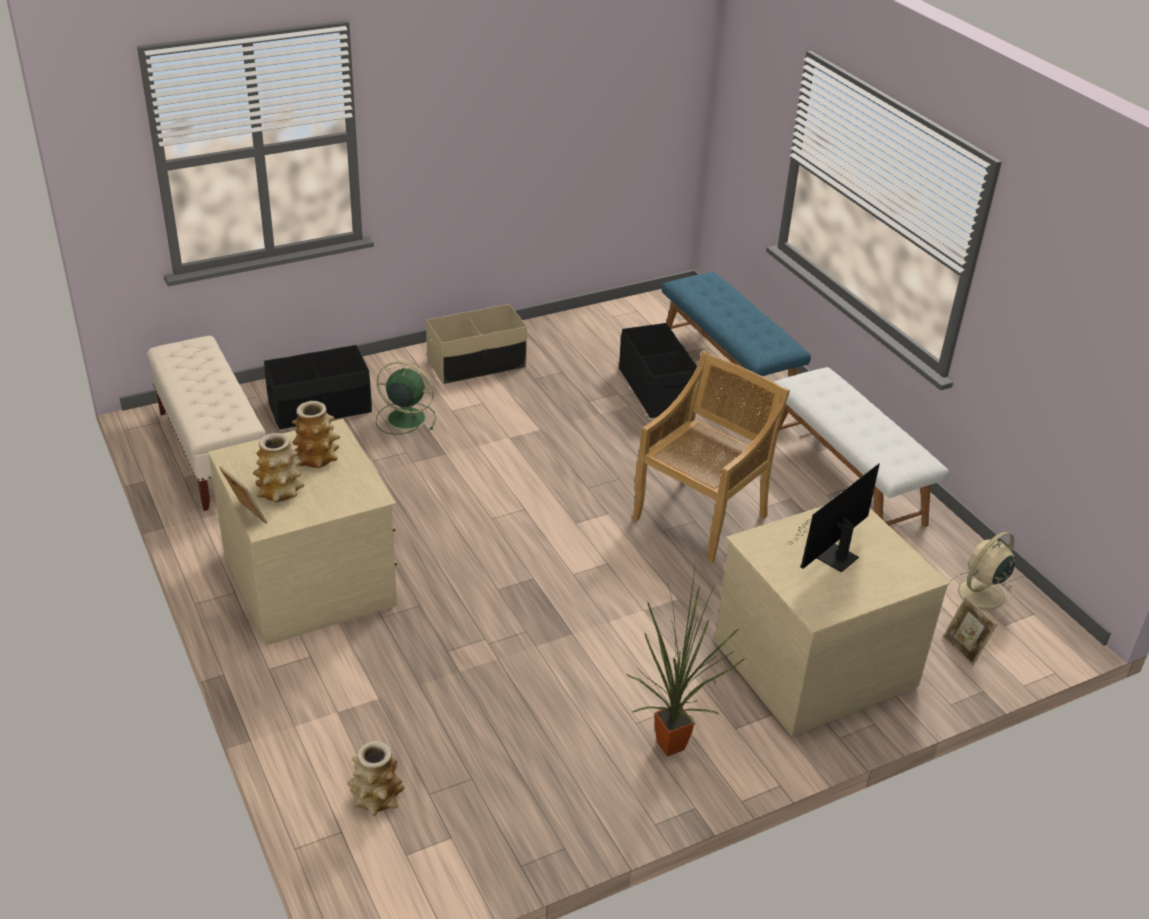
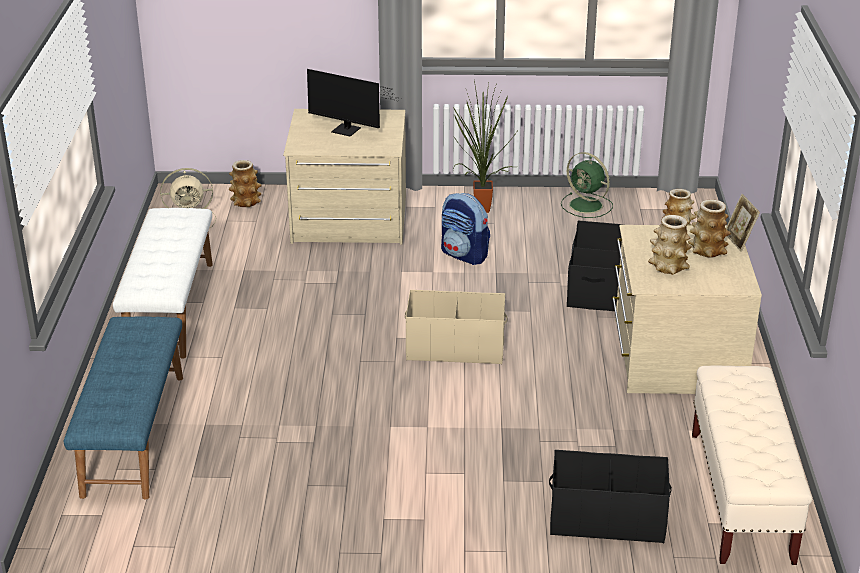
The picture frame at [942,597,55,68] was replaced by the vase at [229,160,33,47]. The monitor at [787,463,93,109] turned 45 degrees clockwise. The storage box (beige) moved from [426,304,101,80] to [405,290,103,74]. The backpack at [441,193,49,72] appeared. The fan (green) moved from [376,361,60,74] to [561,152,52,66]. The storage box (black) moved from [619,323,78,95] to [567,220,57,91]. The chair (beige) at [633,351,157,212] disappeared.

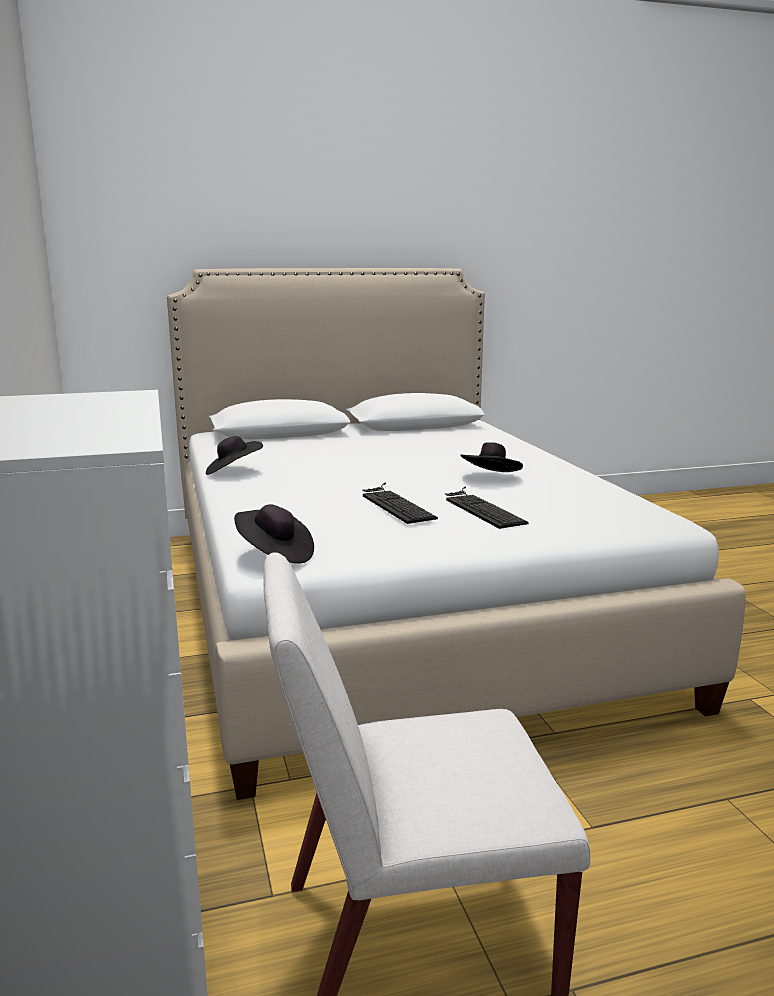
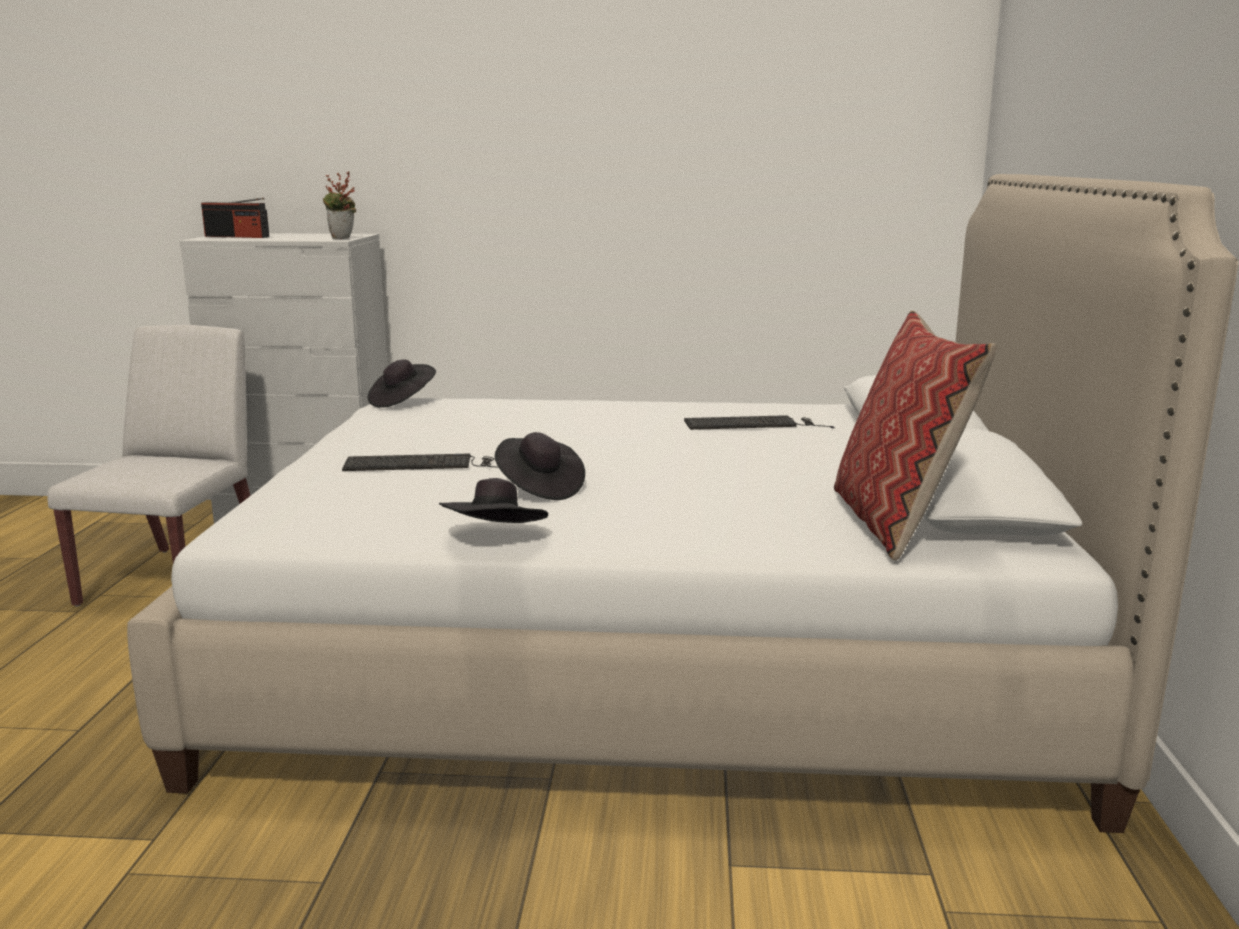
The radio at [201,198,68,40] appeared. The potted plant at [323,171,33,68] appeared. The hat (black) moved from [206,436,57,39] to [439,478,109,45]. The keyboard moved from [363,482,75,42] to [684,415,151,15]. The pillow at [834,311,163,250] appeared.

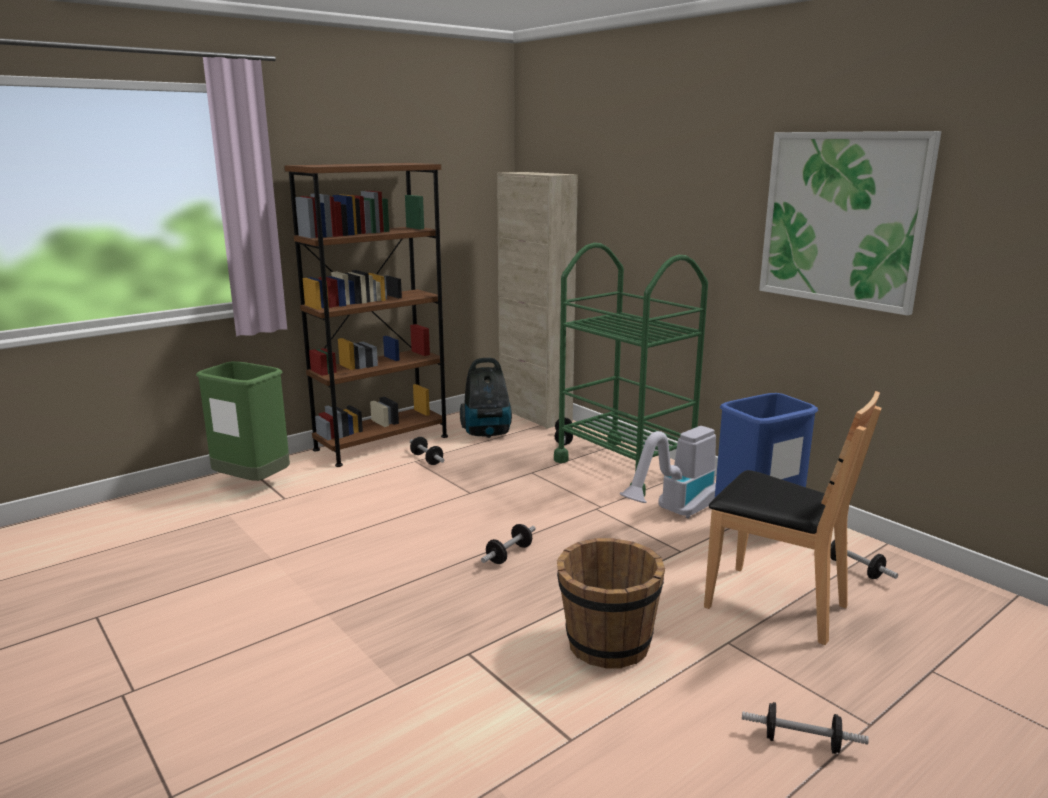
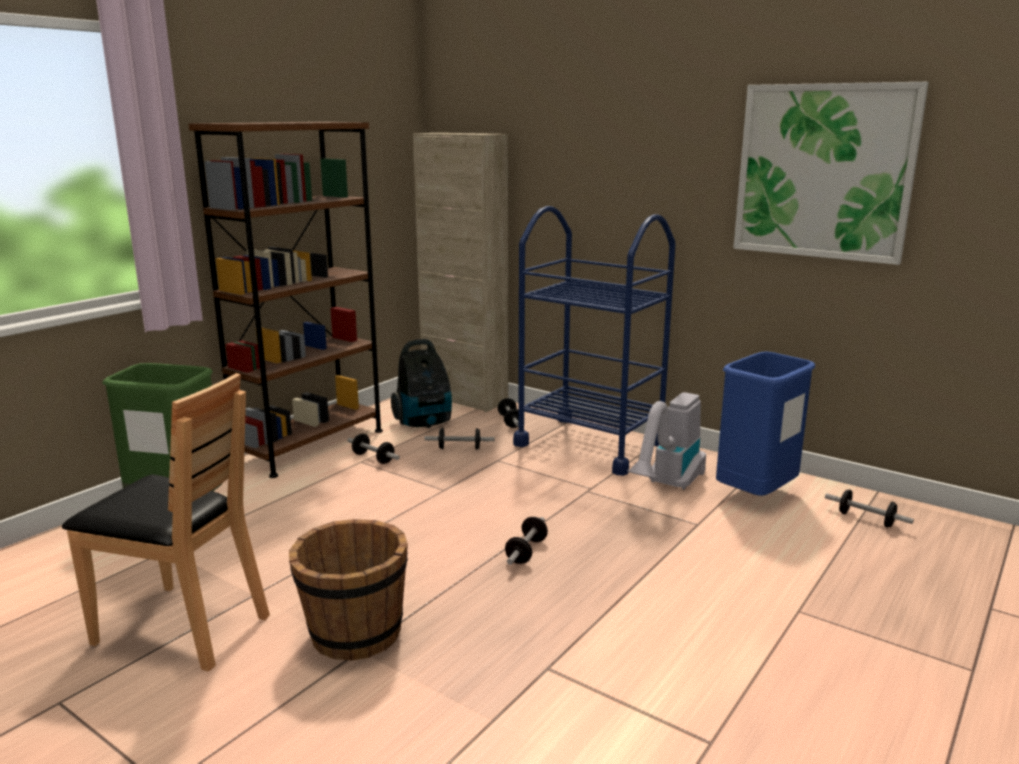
The chair (brown) moved from [704,391,178,254] to [62,373,208,299]. The bucket (brown) moved from [557,538,108,130] to [289,519,119,142]. The dumbbell moved from [742,702,127,52] to [425,428,70,22]. The cart (green) at [554,243,154,253] became the cart (blue) at [513,206,163,270].

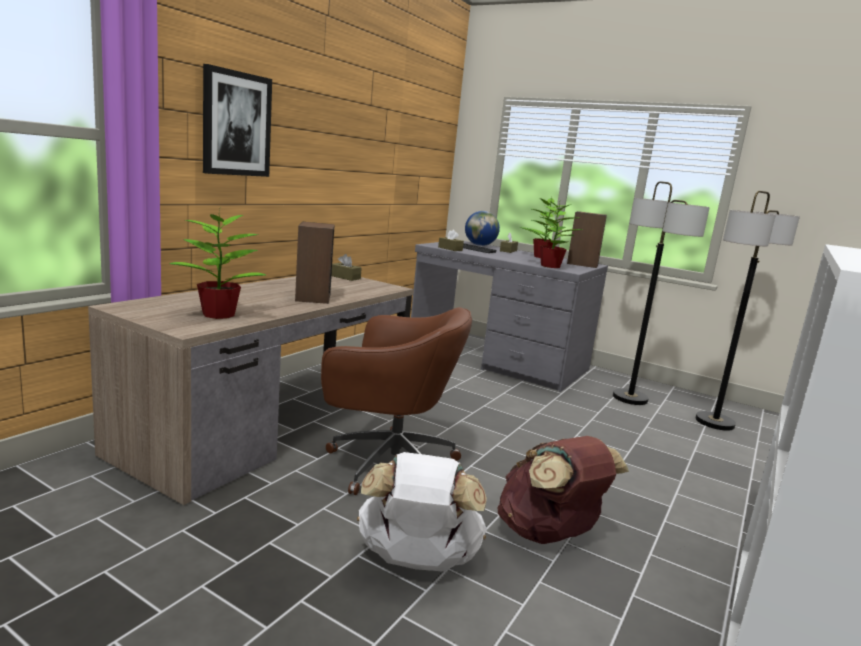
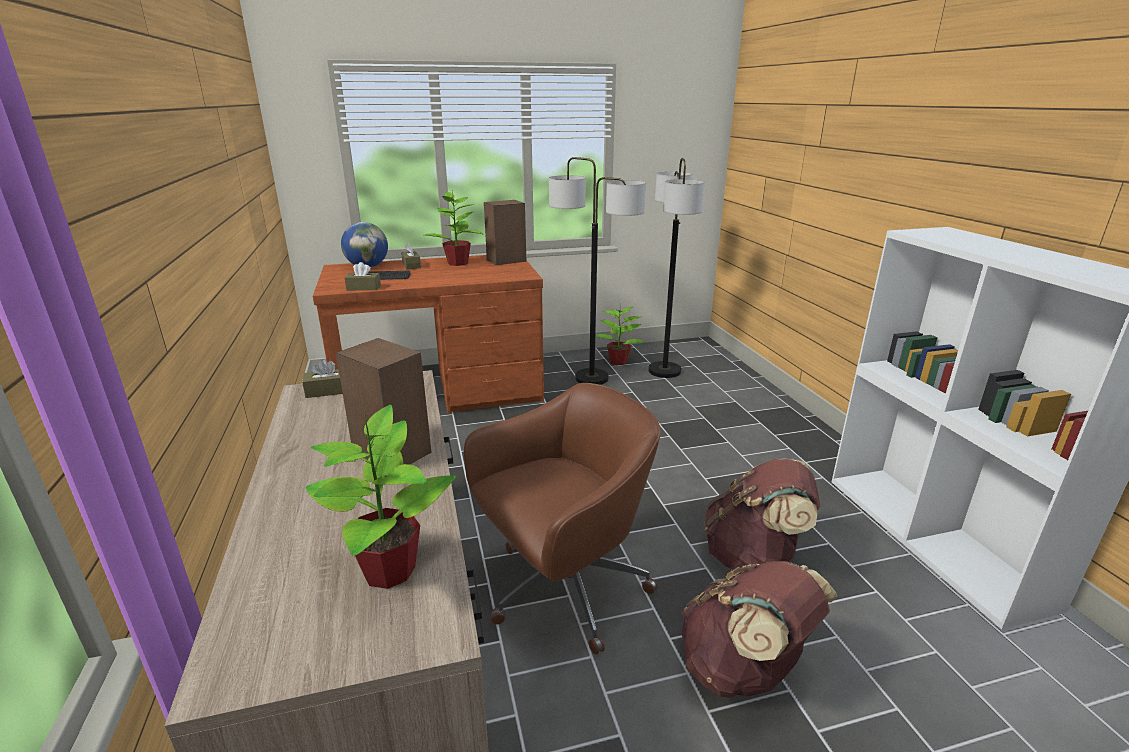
The desk (grey) at [411,241,197,151] became the desk (brown) at [313,255,231,159]. The potted plant moved from [526,199,56,69] to [595,307,50,58]. The backpack (white) at [357,452,130,120] became the backpack (brown) at [681,561,156,137]. The picture at [203,64,69,113] disappeared.

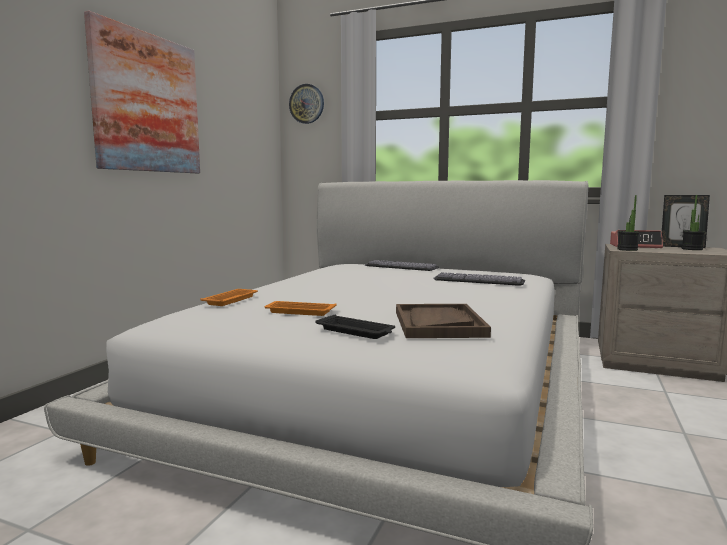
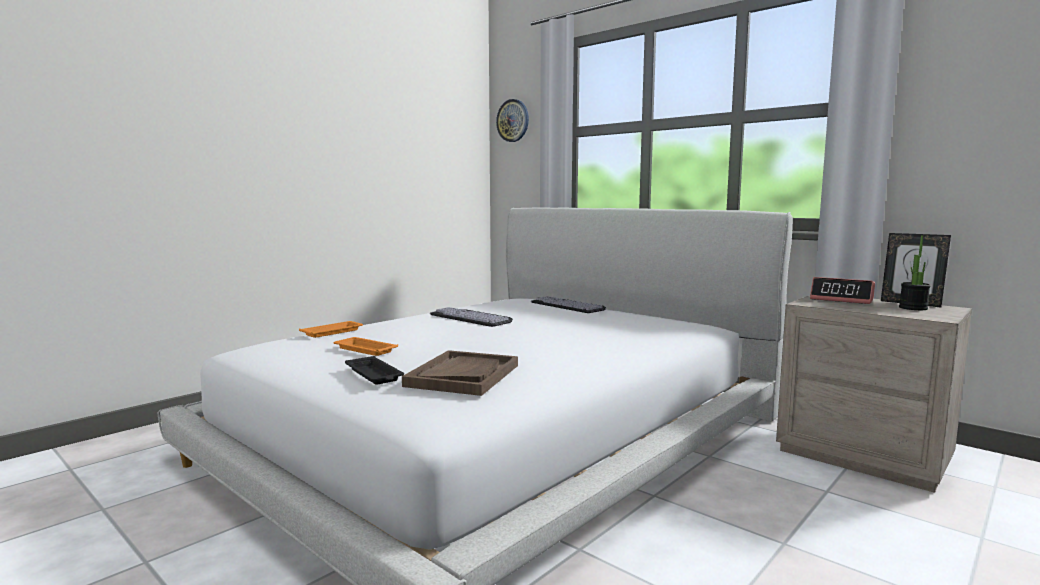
The keyboard moved from [433,272,92,14] to [430,307,83,20]. The picture at [84,11,116,162] disappeared. The potted plant at [617,195,22,56] disappeared.

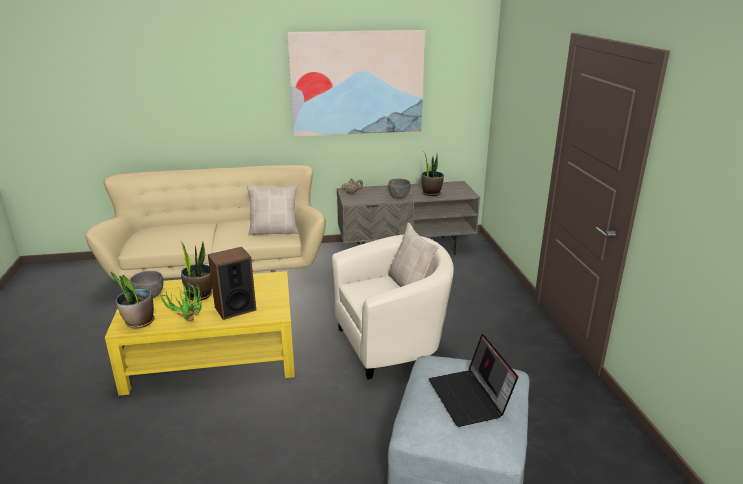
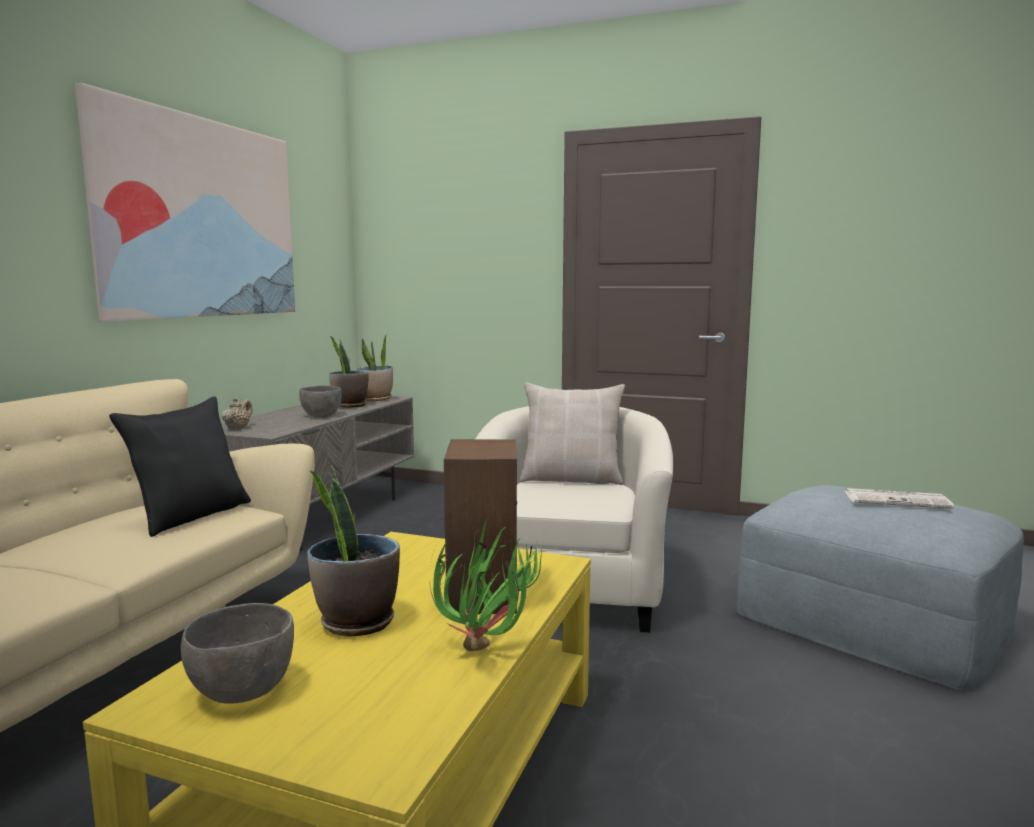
The pillow (beige) at [247,184,52,52] became the pillow (black) at [109,396,142,141]. The potted plant moved from [111,272,43,57] to [357,334,36,67]. The laptop at [429,334,89,93] was replaced by the newspaper at [845,488,109,21].

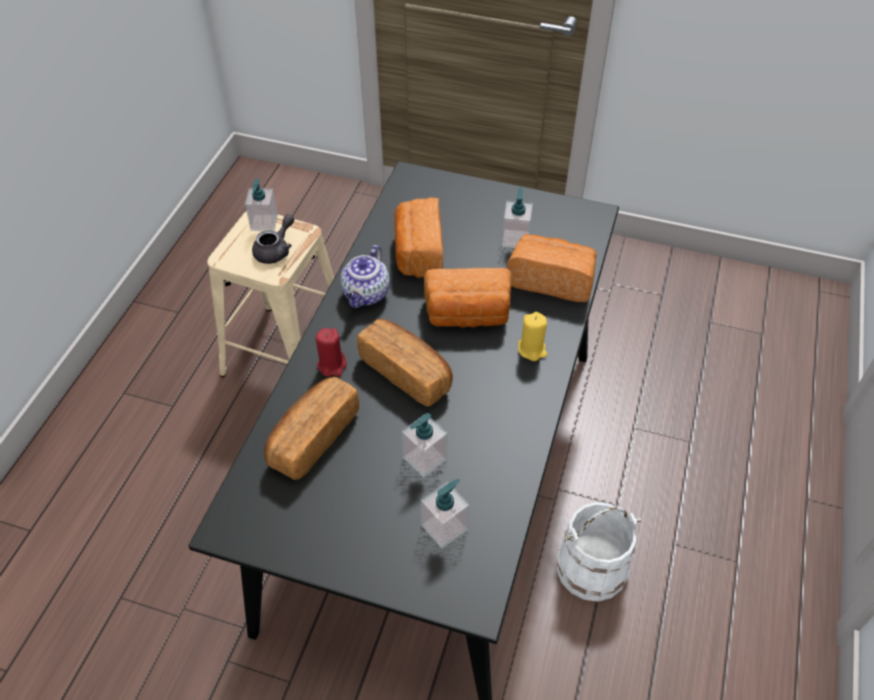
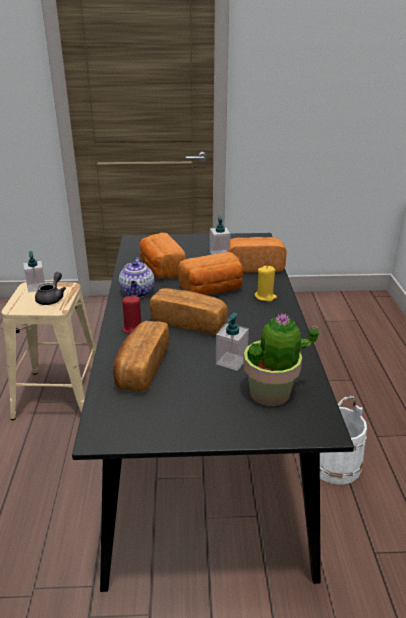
The soap dispenser at [421,479,48,69] was replaced by the potted plant at [243,313,76,93].

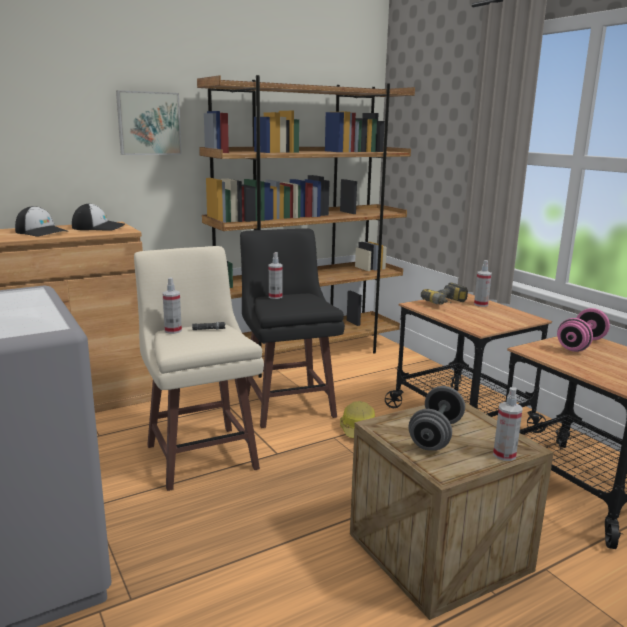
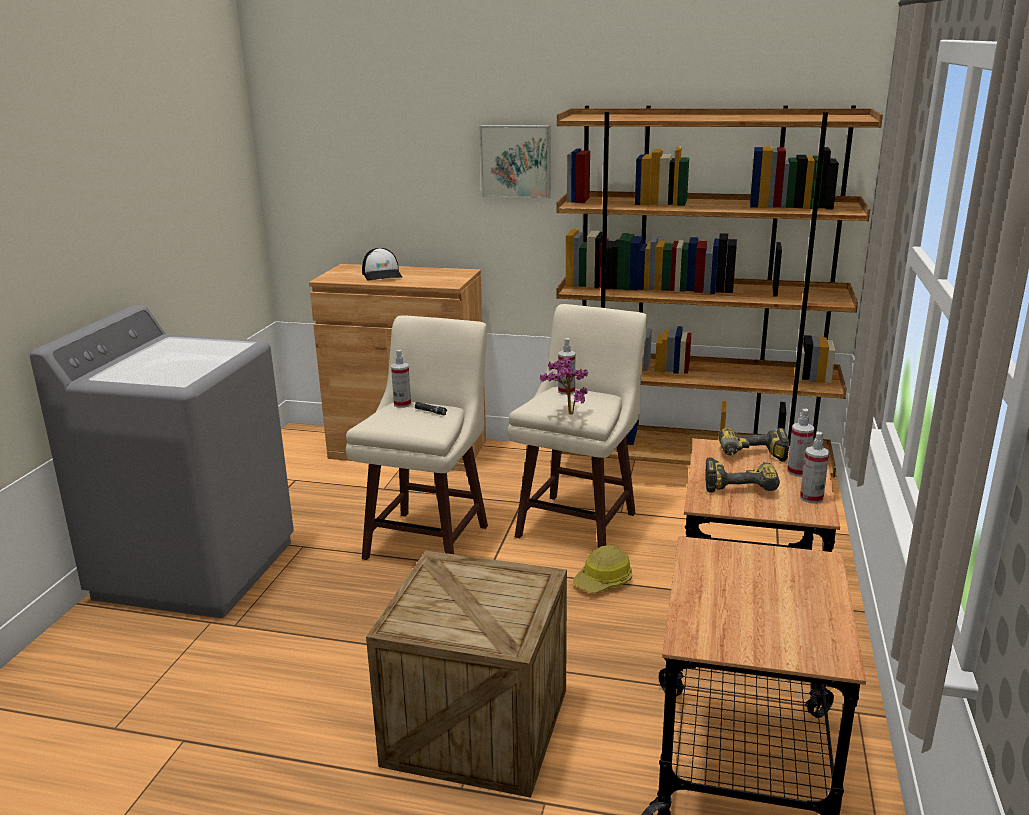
The stool (black) at [240,229,105,199] became the stool (beige) at [507,304,141,244]. The potted plant at [540,358,48,57] appeared. The power drill at [705,457,75,36] appeared. The spray bottle moved from [493,387,30,74] to [800,432,29,72]. The cap at [72,203,53,28] disappeared. The dumbbell (grey) at [409,386,56,65] disappeared. The dumbbell (pink) at [557,308,53,44] disappeared.

